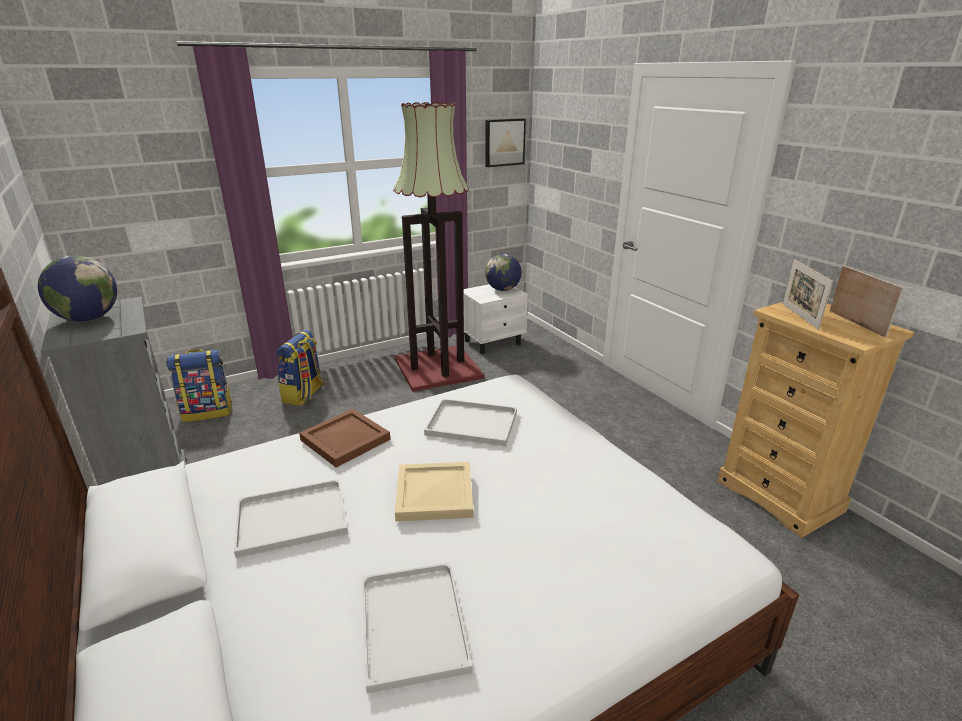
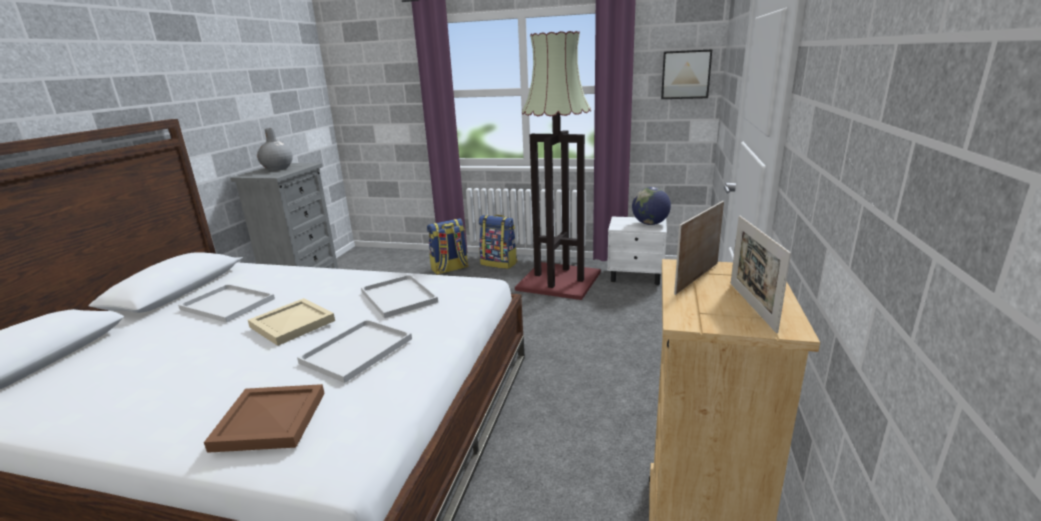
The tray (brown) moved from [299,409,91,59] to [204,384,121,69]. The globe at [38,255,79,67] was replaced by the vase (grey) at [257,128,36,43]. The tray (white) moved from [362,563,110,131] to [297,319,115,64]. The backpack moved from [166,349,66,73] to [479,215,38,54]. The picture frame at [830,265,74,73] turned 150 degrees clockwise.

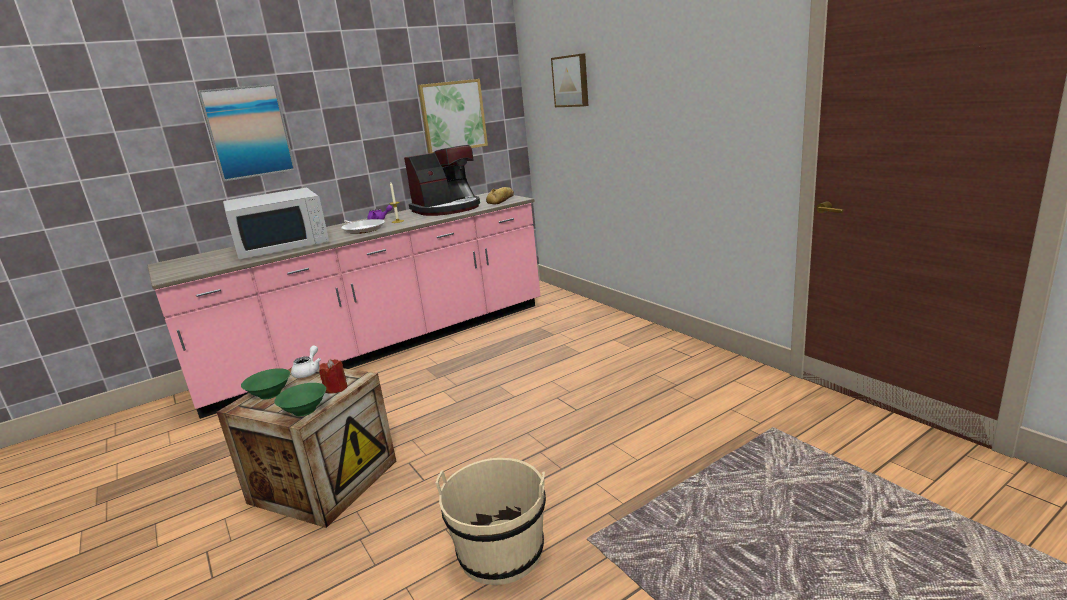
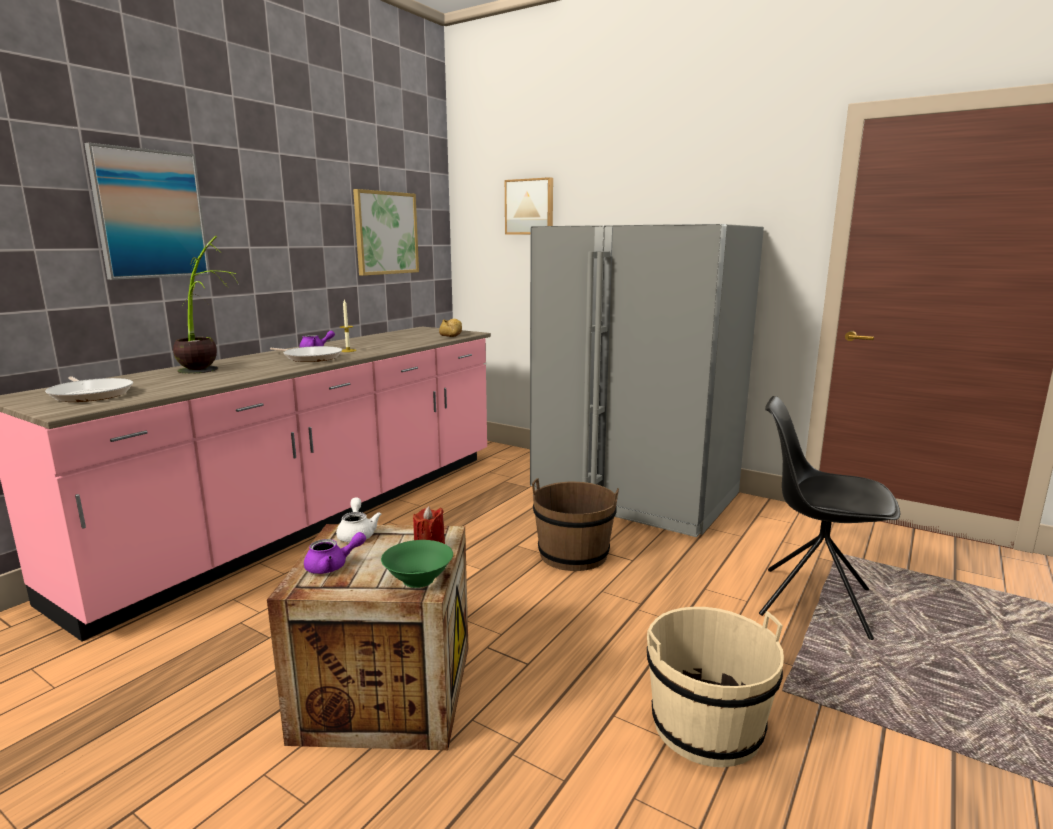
The frying pan at [45,376,88,26] appeared. The microwave (white) at [223,188,106,71] was replaced by the potted plant at [173,236,66,138]. The bowl (green) at [241,368,49,31] was replaced by the teapot (purple) at [304,532,62,42]. The fridge (grey) at [530,224,234,313] appeared. The bucket (brown) at [532,478,87,93] appeared. The chair (black) at [759,396,141,244] appeared. The coffee machine at [404,145,76,71] disappeared.

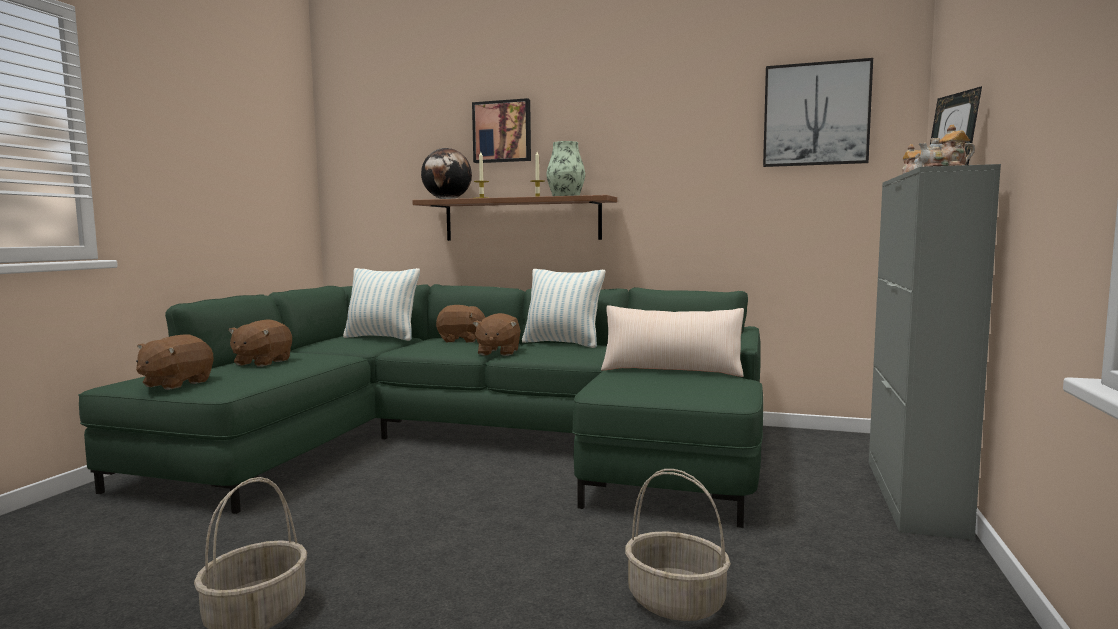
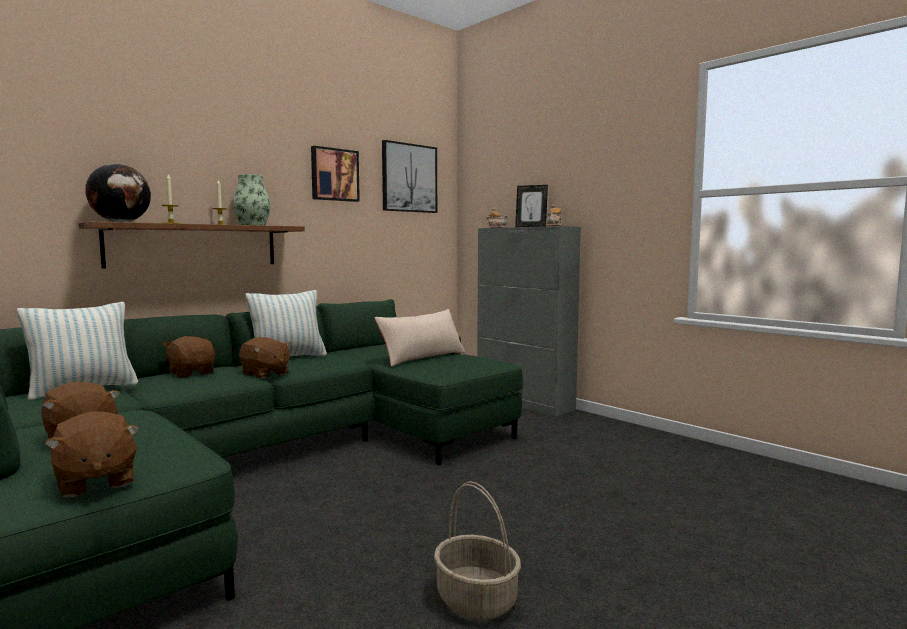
The plush toy (brown) at [436,305,50,37] turned 75 degrees counterclockwise. The picture moved from [472,98,59,65] to [311,146,49,56]. The basket at [625,469,106,152] disappeared.

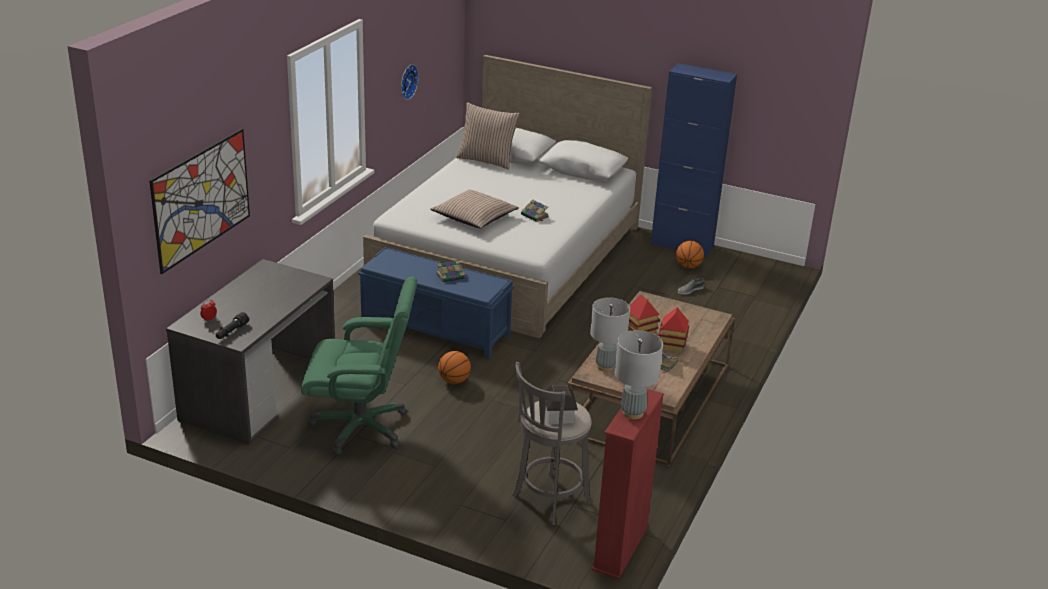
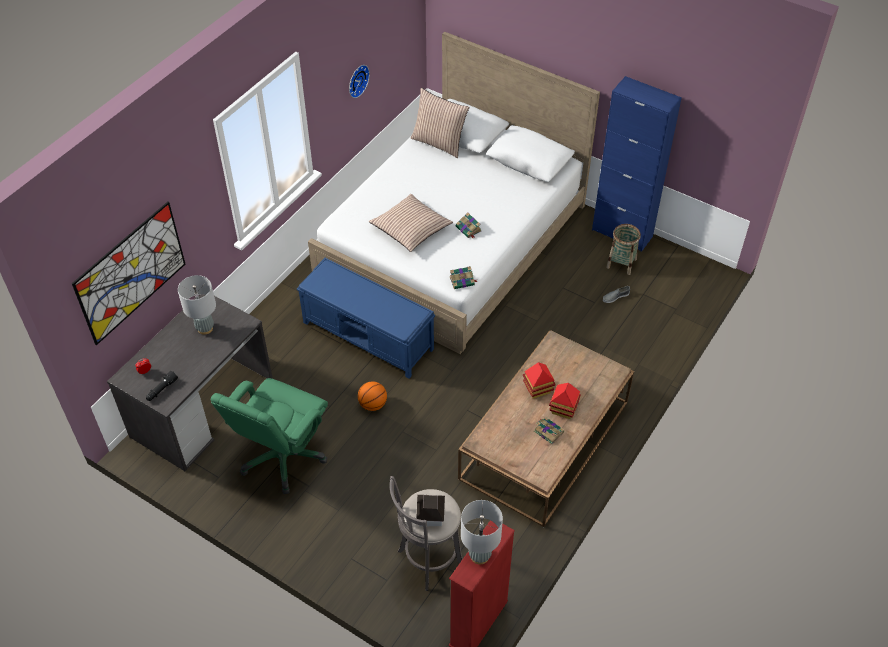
The table lamp (grey) moved from [590,297,40,75] to [178,275,38,60]. The office chair (green) at [301,276,116,179] turned 105 degrees clockwise. The book moved from [436,260,32,23] to [450,266,28,23]. The basketball at [676,241,28,27] was replaced by the basket at [606,224,35,51].

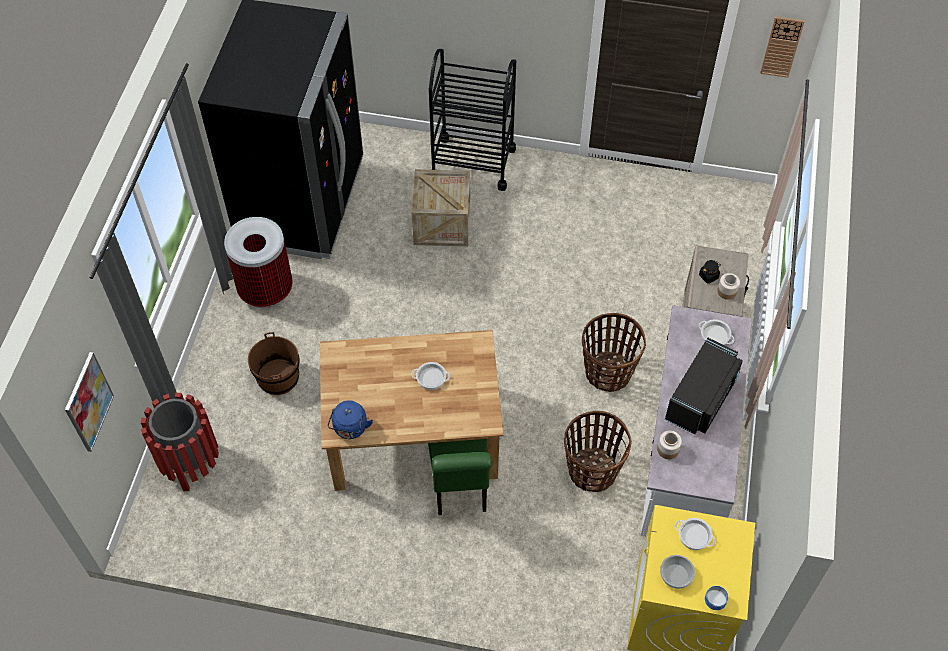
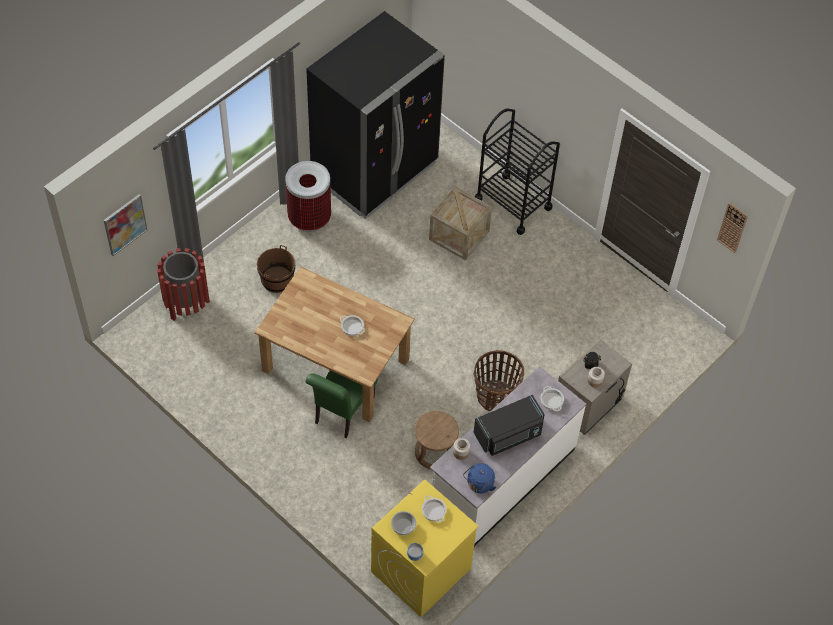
The basket at [564,411,68,81] was replaced by the stool (brown) at [414,411,45,59]. The kettle (blue) moved from [328,400,45,39] to [463,463,33,30].

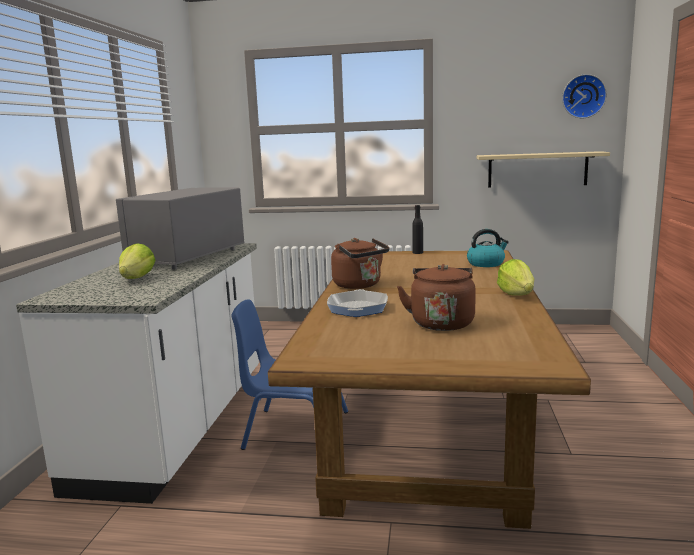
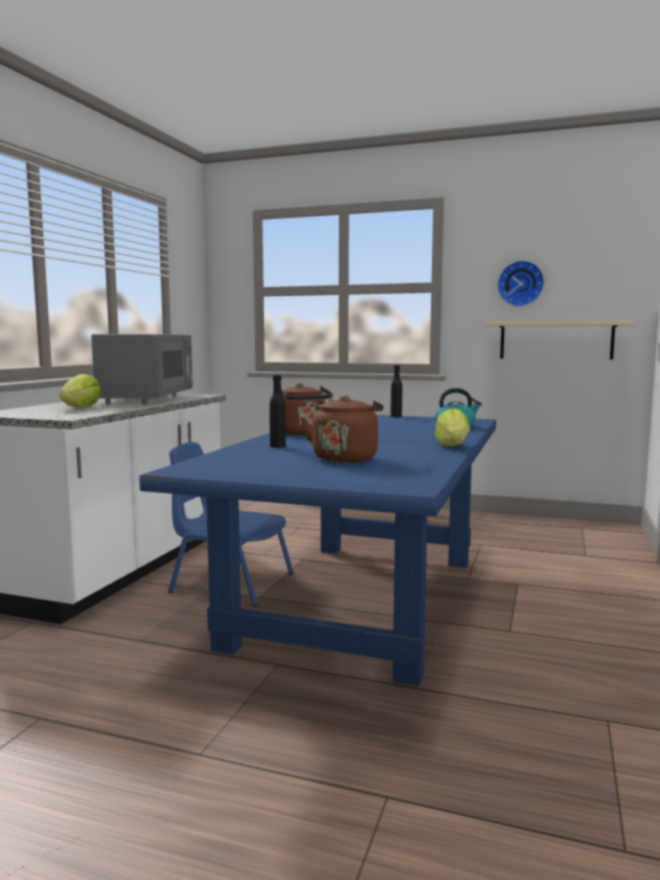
The microwave (grey) at [116,188,128,82] turned 150 degrees clockwise. The dining table (brown) at [268,250,323,279] became the dining table (blue) at [139,415,357,271]. The frying pan at [327,289,61,28] was replaced by the bottle (black) at [269,375,17,73]. The wall clock moved from [562,74,45,44] to [497,260,48,47].

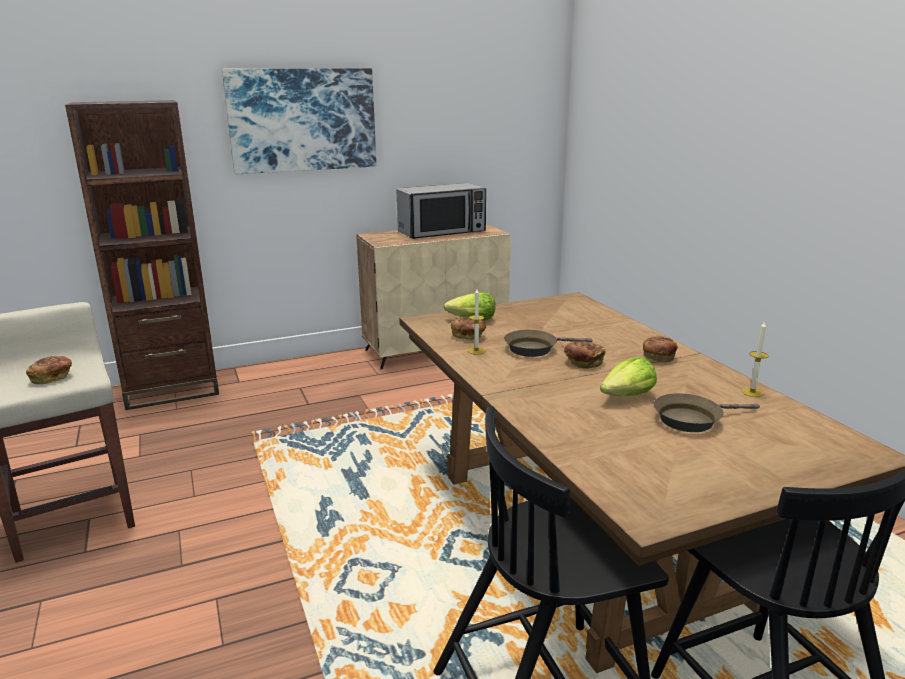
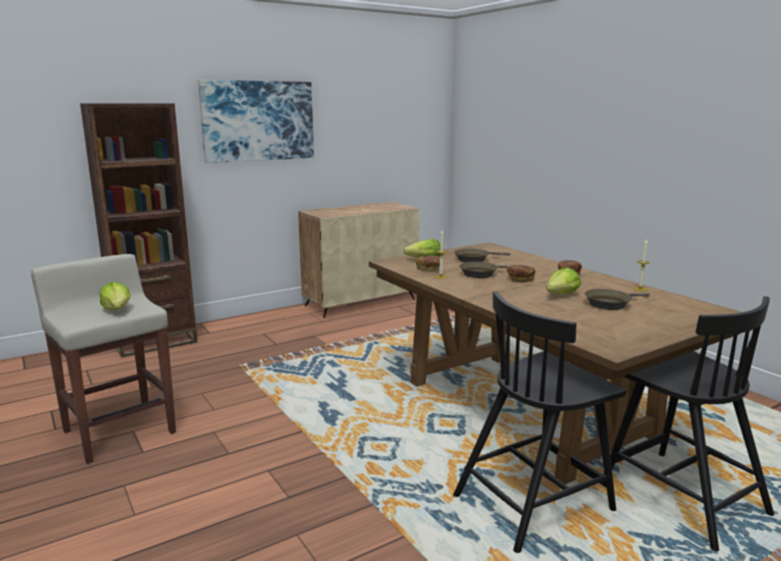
The bread at [26,356,46,28] was replaced by the lettuce at [100,282,31,29]. The frying pan (brown) at [454,249,56,13] appeared. The microwave at [396,183,90,56] disappeared.

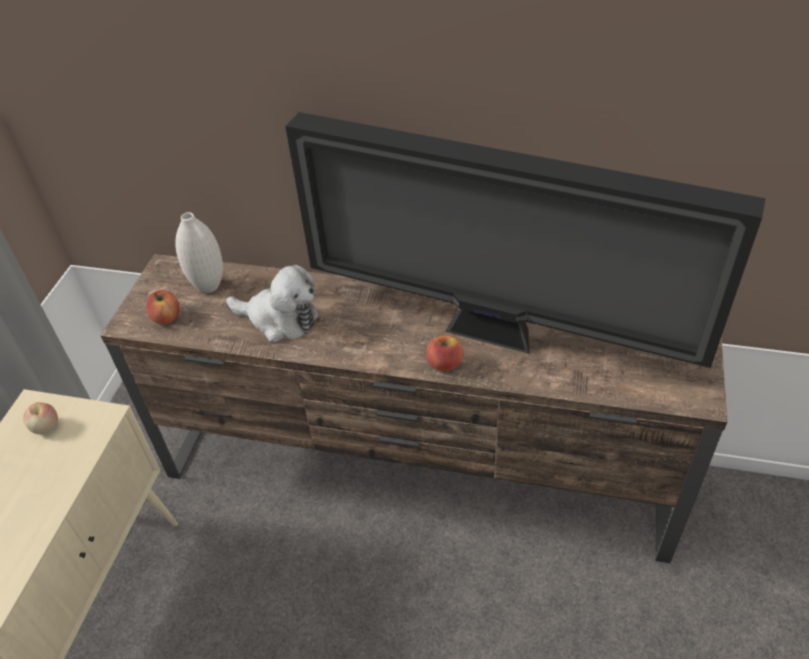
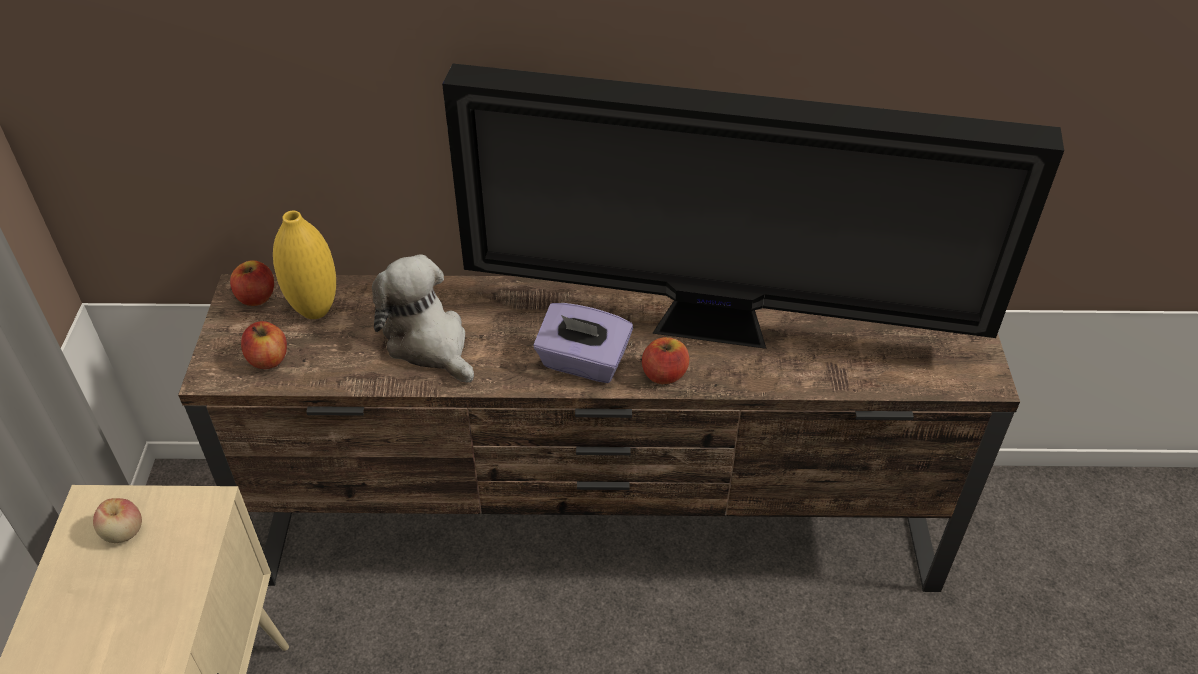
The apple at [230,260,44,46] appeared. The vase (white) at [175,212,48,81] became the vase (yellow) at [273,211,63,108]. The plush toy at [226,265,93,77] turned 135 degrees counterclockwise. The tissue box (purple) at [533,303,100,80] appeared.

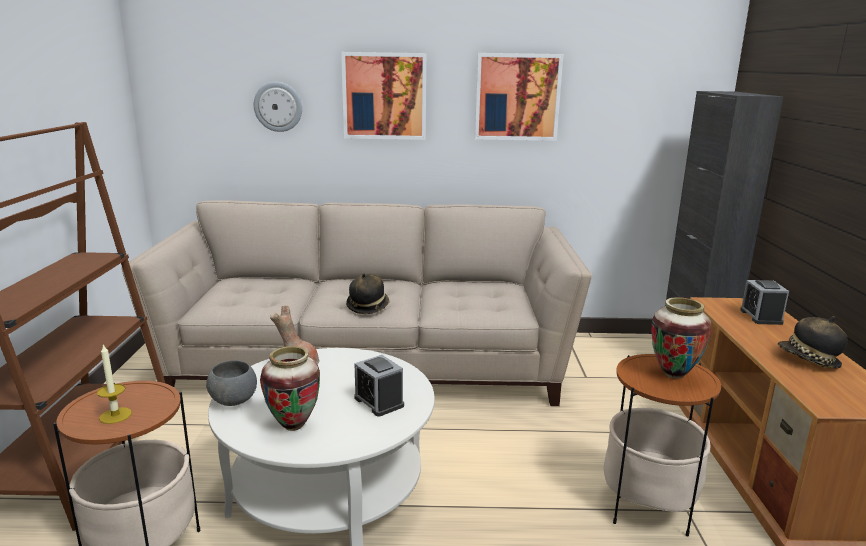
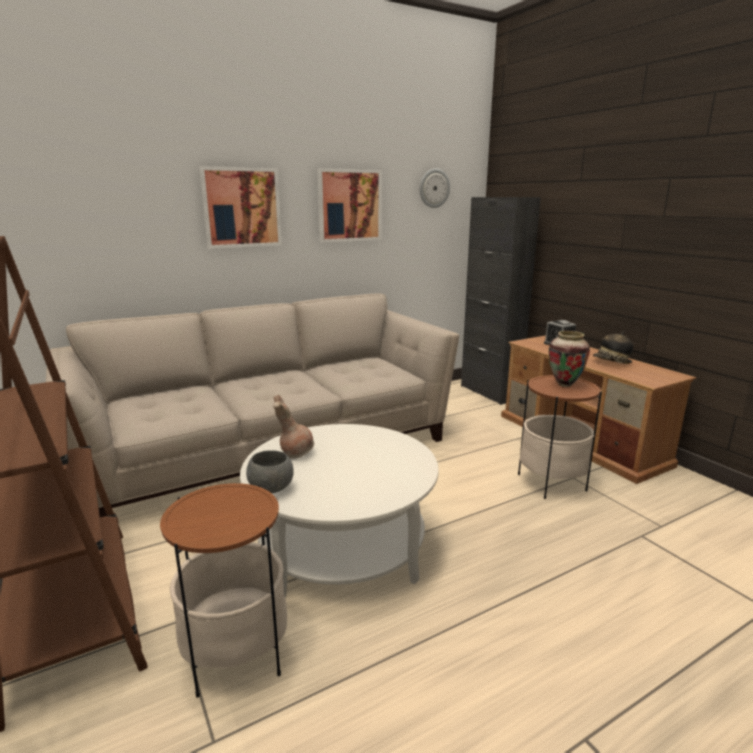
The wall clock moved from [254,82,48,50] to [420,168,30,40]. The candle at [97,344,35,80] disappeared. The vase at [260,346,60,85] disappeared. The hat at [346,273,43,41] disappeared. The alarm clock at [354,355,50,62] disappeared.

